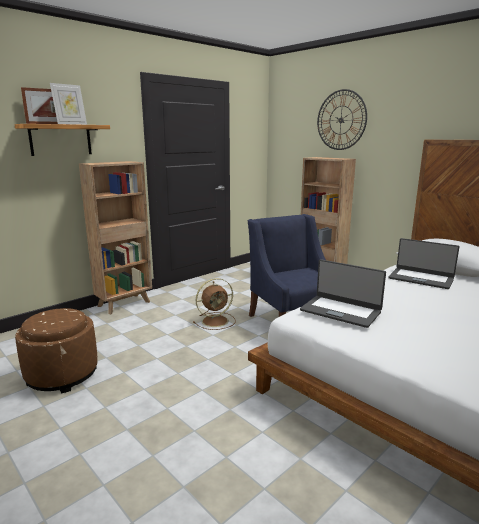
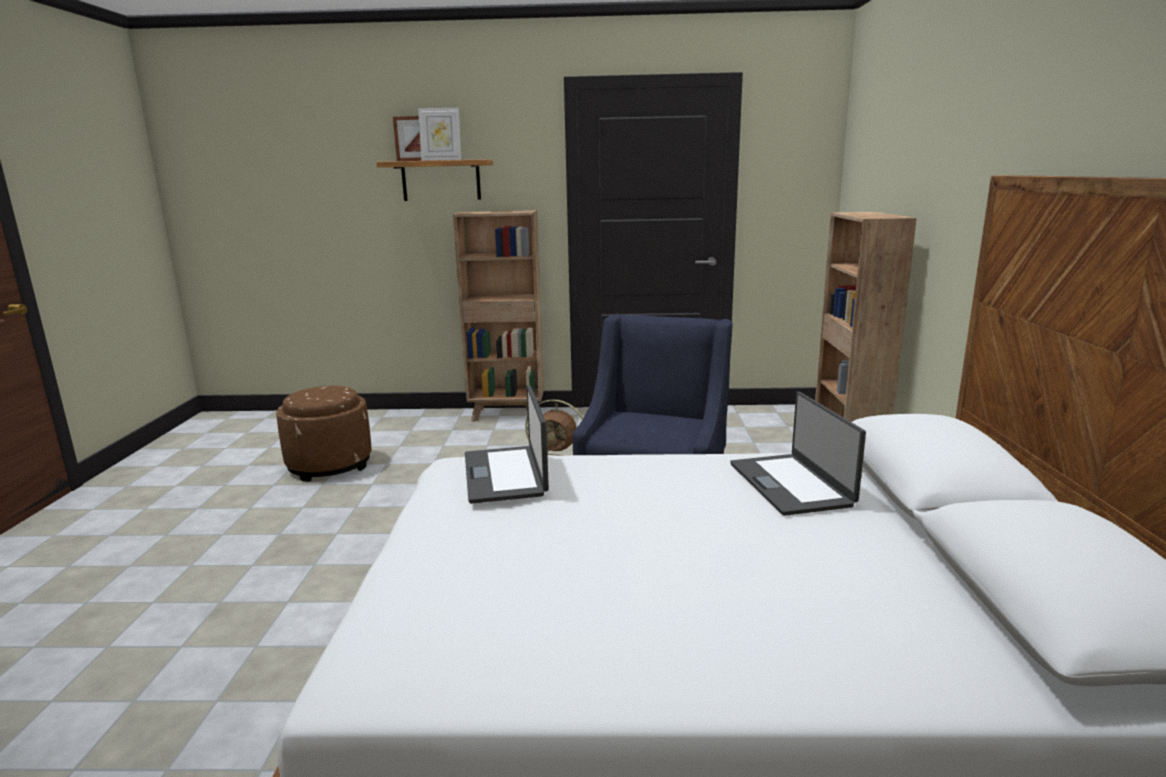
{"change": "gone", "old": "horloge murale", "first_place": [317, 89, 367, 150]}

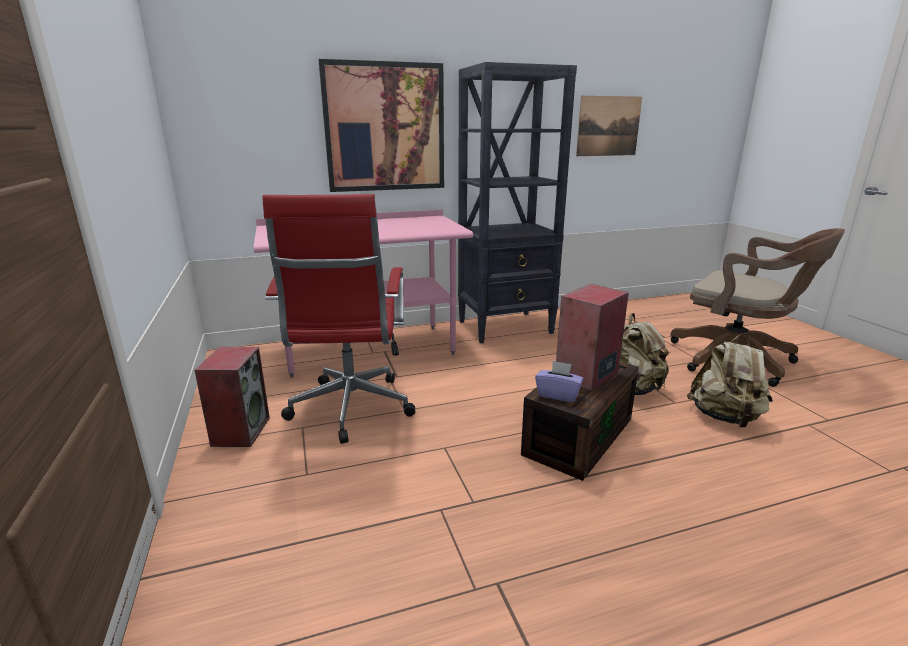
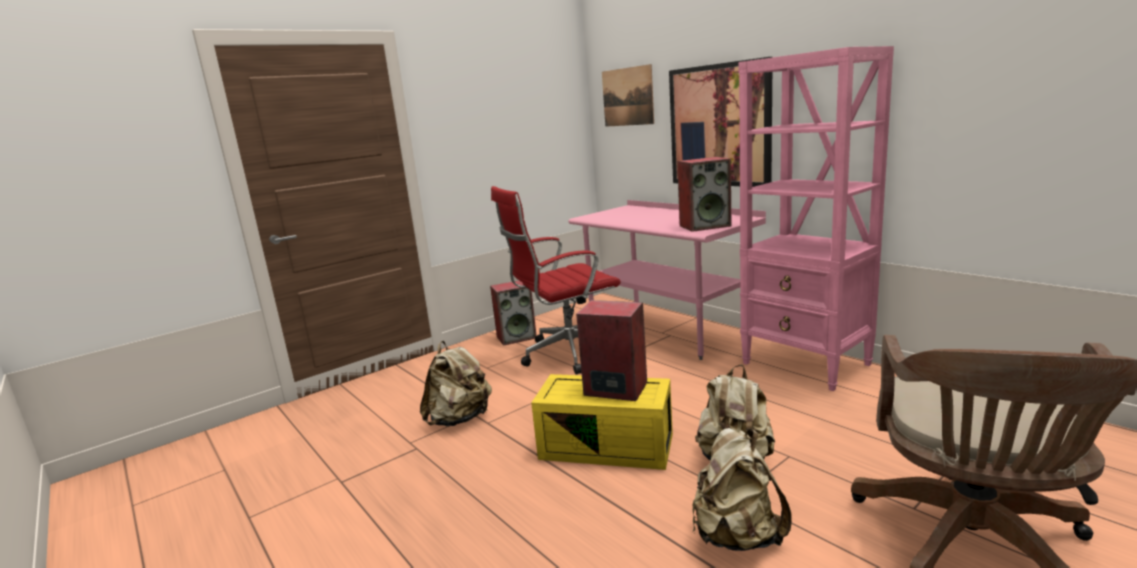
{"change": "repainted", "old": "bibliothèque/noir", "new": "bibliothèque/rose", "first_place": [458, 62, 577, 344], "second_place": [739, 46, 894, 391]}
{"change": "shifted", "old": "tableau", "first_place": [576, 96, 642, 156], "second_place": [602, 64, 654, 127]}
{"change": "gone", "old": "boîte à mouchoirs/violet", "first_place": [535, 361, 584, 402]}
{"change": "repainted", "old": "boîte de rangement/marron", "new": "boîte de rangement/jaune", "first_place": [521, 362, 639, 481], "second_place": [531, 374, 673, 470]}
{"change": "new", "new": "enceinte", "second_place": [677, 157, 731, 232]}
{"change": "new", "new": "sac à dos/beige", "second_place": [420, 341, 492, 426]}

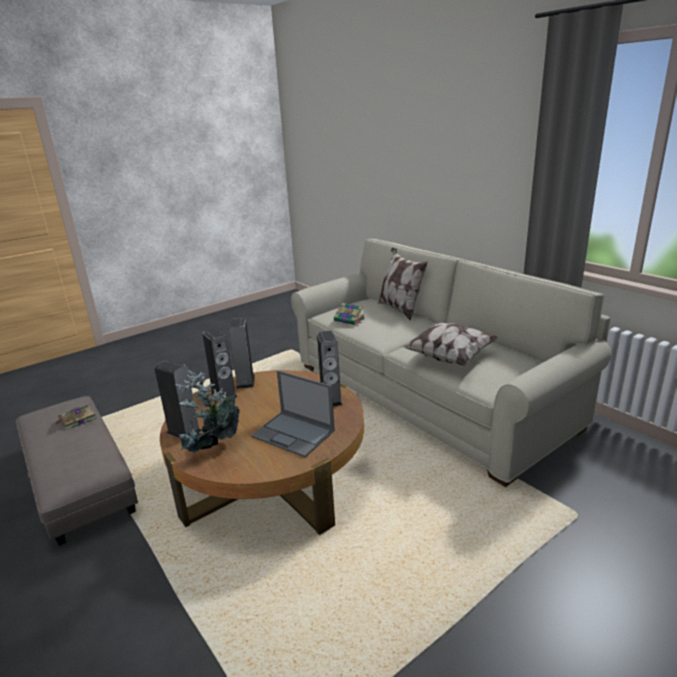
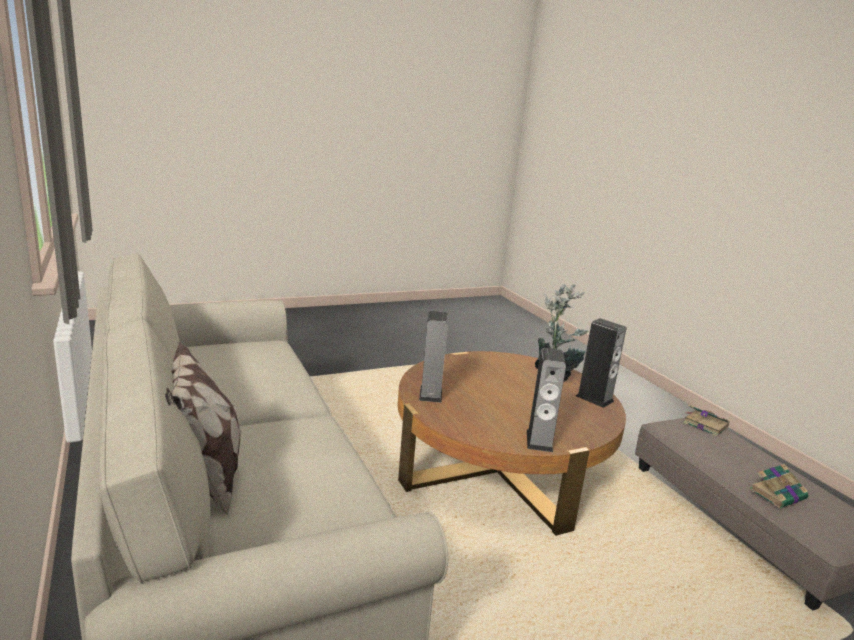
{"change": "shifted", "old": "livre", "first_place": [334, 303, 365, 325], "second_place": [683, 404, 730, 436]}
{"change": "gone", "old": "coussin", "first_place": [400, 322, 498, 366]}
{"change": "gone", "old": "enceinte", "first_place": [202, 328, 237, 398]}
{"change": "gone", "old": "ordinateur portable", "first_place": [251, 370, 335, 457]}

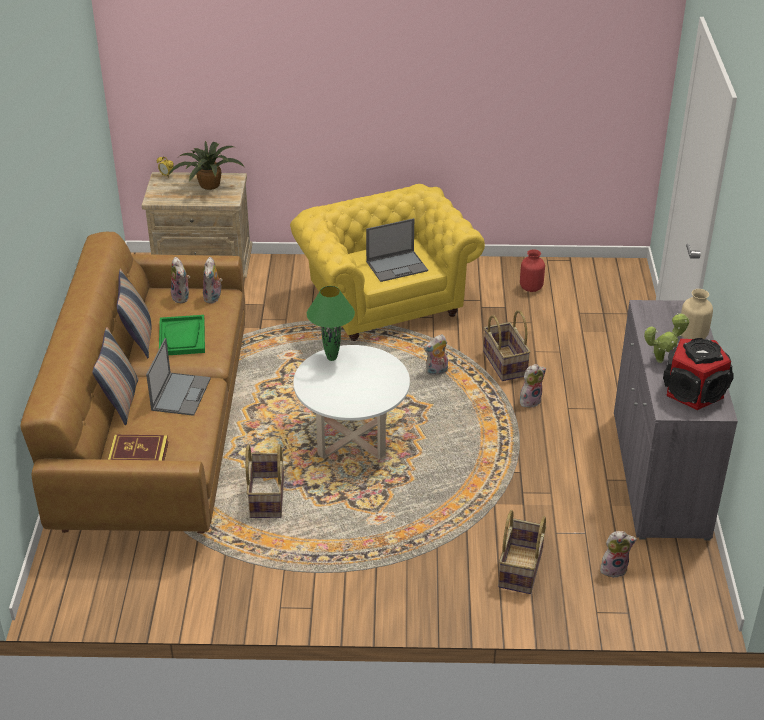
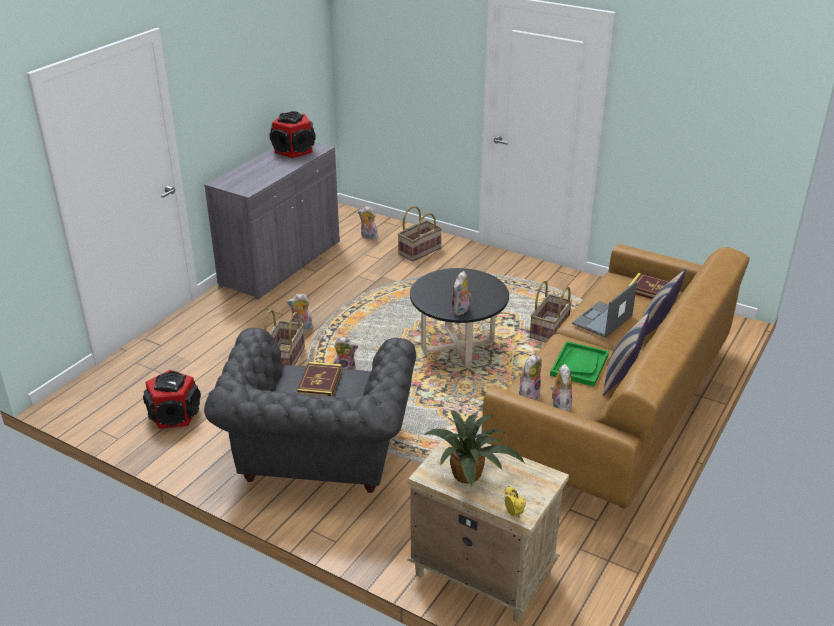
{"change": "repainted", "old": "fauteuil/jaune", "new": "fauteuil/gris", "first_place": [290, 184, 485, 341], "second_place": [204, 328, 416, 493]}
{"change": "swapped", "old": "ordinateur portable", "new": "livre", "first_place": [366, 218, 428, 282], "second_place": [297, 362, 342, 396]}
{"change": "swapped", "old": "vase/rouge", "new": "enceinte", "first_place": [520, 249, 545, 292], "second_place": [143, 370, 201, 429]}
{"change": "swapped", "old": "lampe de table/vert", "new": "peluche", "first_place": [307, 286, 355, 361], "second_place": [451, 271, 471, 316]}
{"change": "gone", "old": "vase/beige", "first_place": [681, 289, 713, 339]}
{"change": "gone", "old": "plante en pot", "first_place": [644, 313, 689, 363]}
{"change": "repainted", "old": "table basse/blanc", "new": "table basse/noir", "first_place": [293, 345, 410, 459], "second_place": [410, 268, 509, 367]}

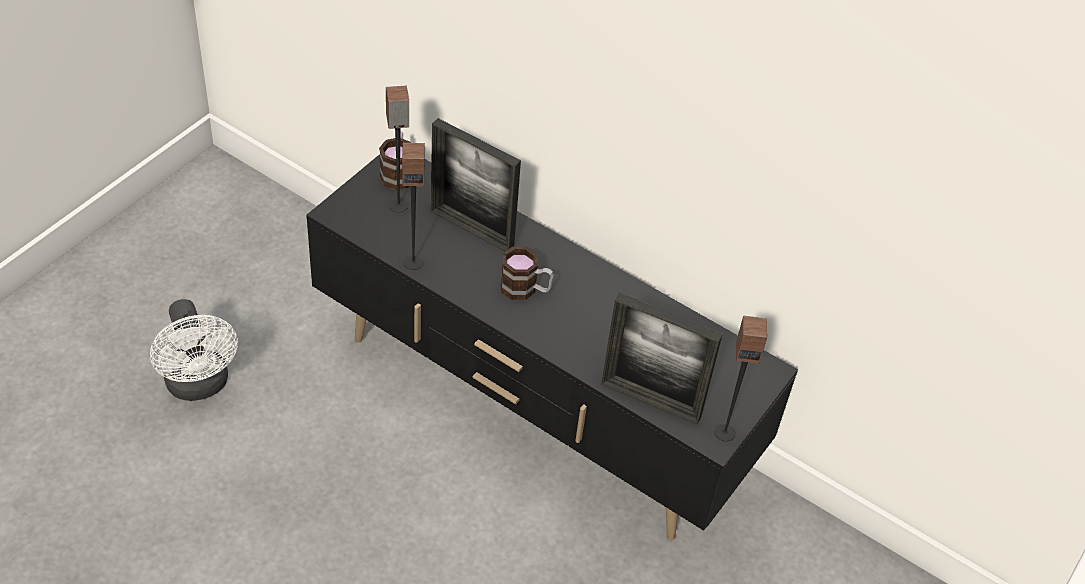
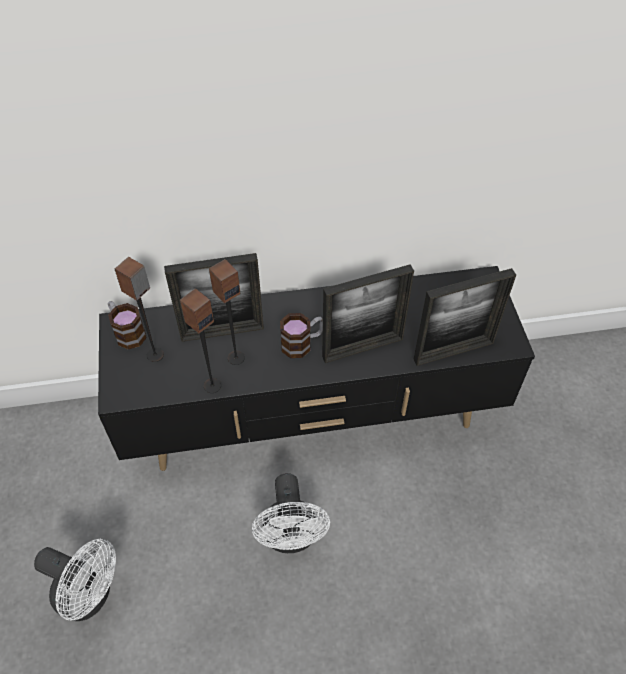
{"change": "shifted", "old": "enceinte", "first_place": [714, 315, 767, 441], "second_place": [209, 259, 245, 365]}
{"change": "new", "new": "cadre photo", "second_place": [322, 264, 414, 363]}
{"change": "new", "new": "ventilateur/blanc", "second_place": [252, 473, 330, 553]}

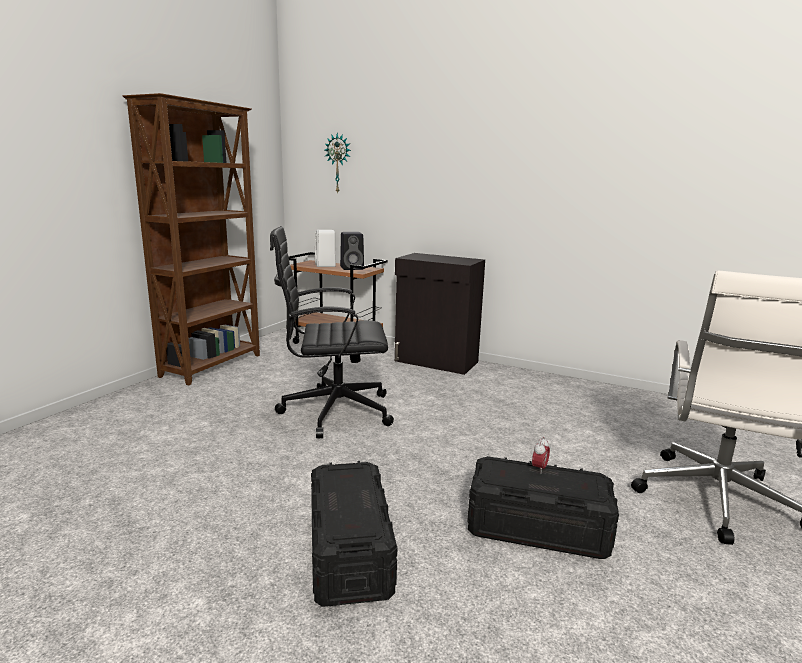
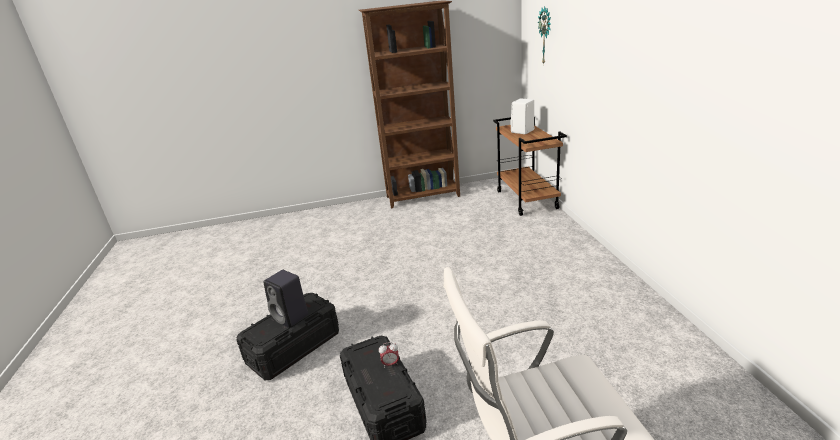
{"change": "gone", "old": "chaise de bureau/noir", "first_place": [270, 226, 394, 438]}
{"change": "shifted", "old": "enceinte/noir", "first_place": [340, 232, 364, 270], "second_place": [263, 270, 308, 328]}
{"change": "gone", "old": "meuble de rangement/noir", "first_place": [395, 253, 485, 375]}

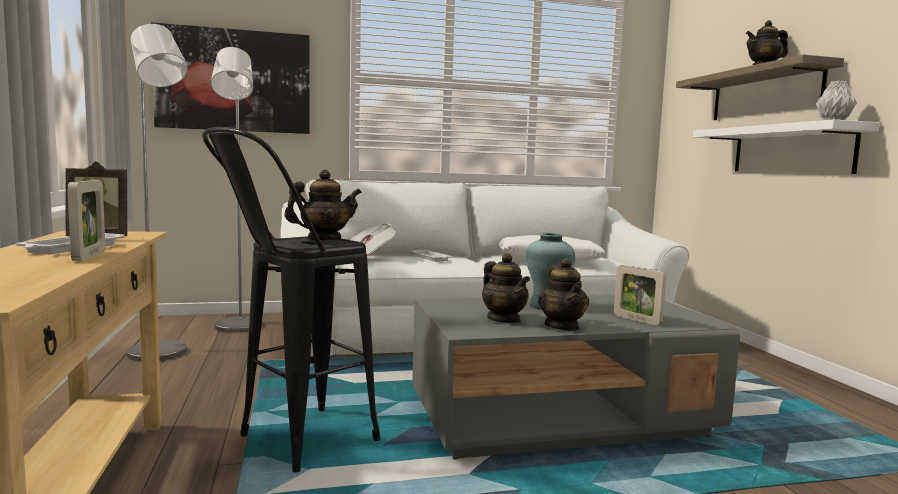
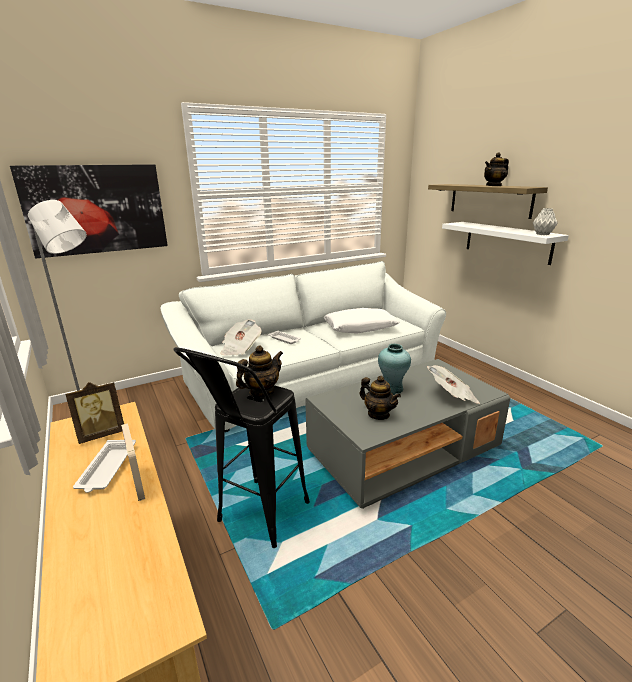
{"change": "gone", "old": "lampadaire/gris", "first_place": [211, 47, 263, 333]}
{"change": "gone", "old": "théière", "first_place": [538, 258, 589, 331]}
{"change": "swapped", "old": "cadre photo", "new": "journal", "first_place": [614, 265, 666, 325], "second_place": [427, 365, 480, 404]}

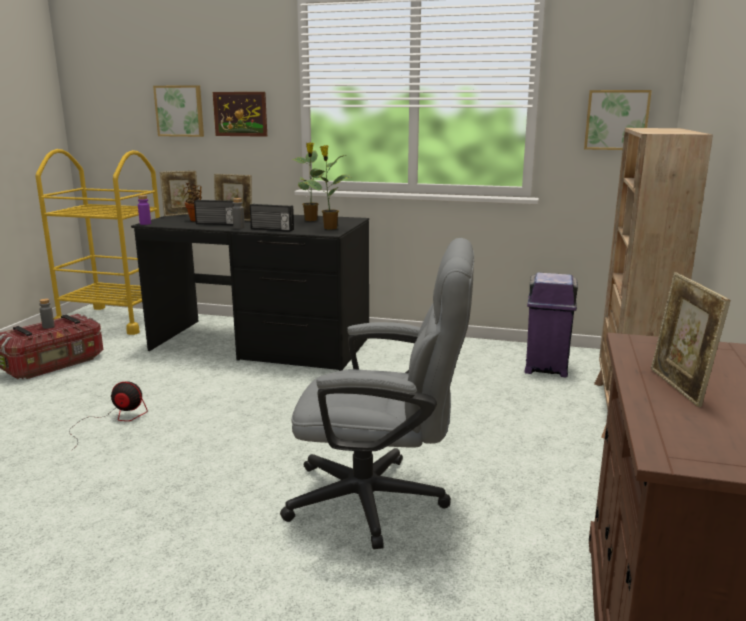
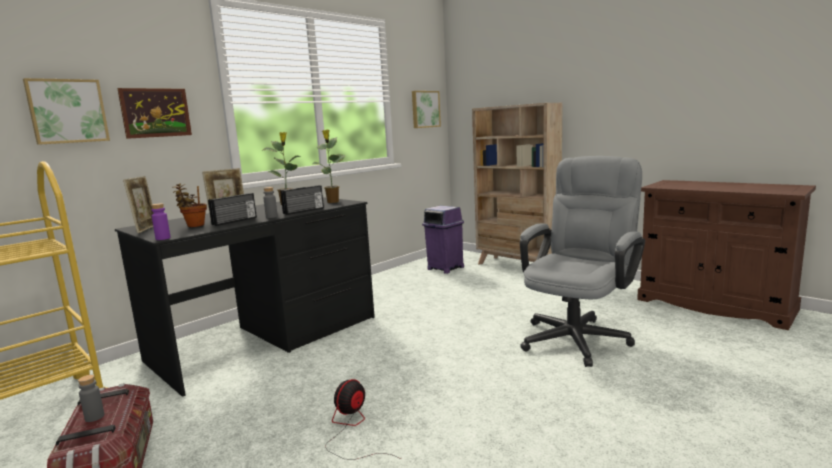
{"change": "gone", "old": "cadre photo", "first_place": [651, 272, 730, 407]}

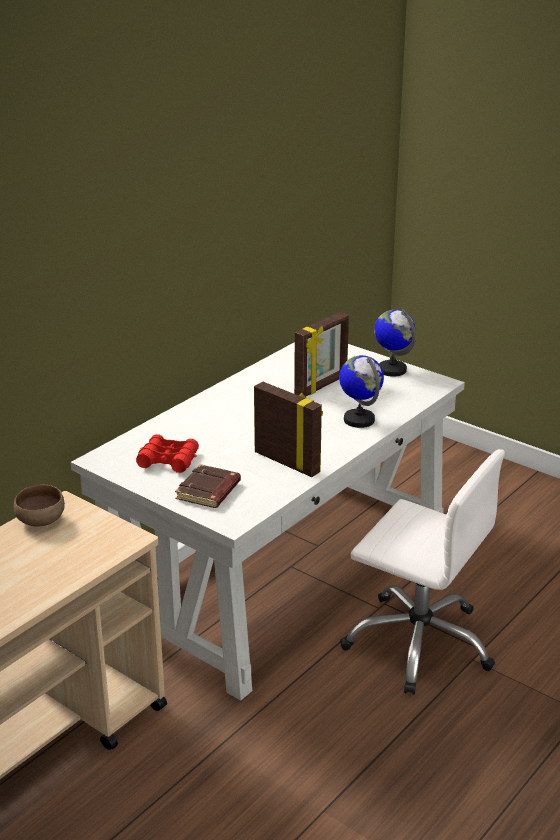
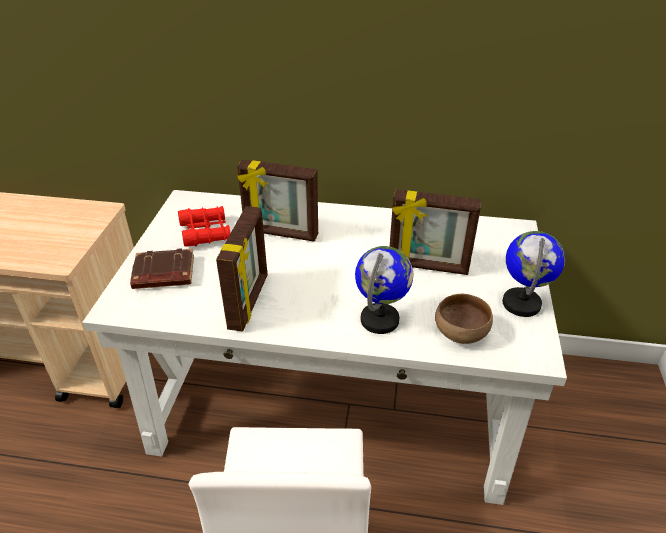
{"change": "shifted", "old": "bol/marron", "first_place": [14, 485, 65, 527], "second_place": [435, 294, 493, 344]}
{"change": "new", "new": "cadre photo", "second_place": [237, 159, 318, 242]}

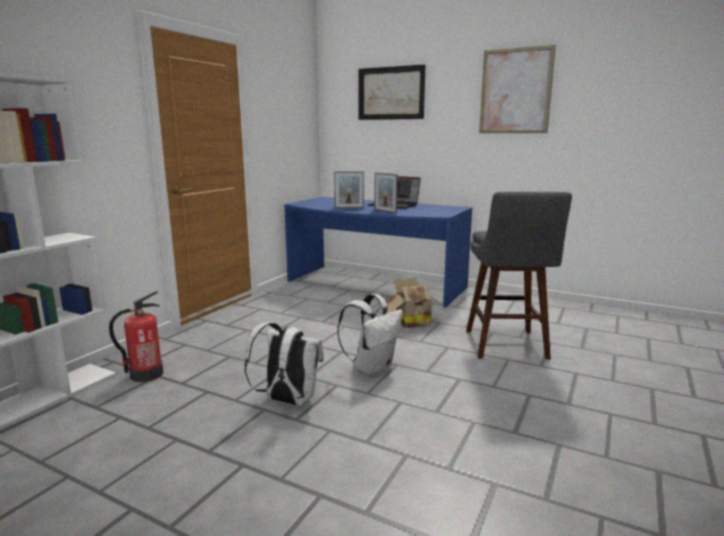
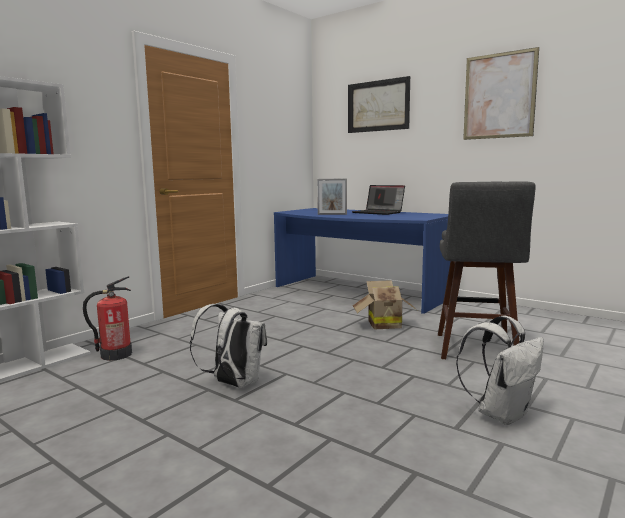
{"change": "gone", "old": "cadre photo", "first_place": [374, 172, 398, 214]}
{"change": "shifted", "old": "sac à dos/blanc", "first_place": [337, 294, 403, 377], "second_place": [456, 316, 544, 425]}

